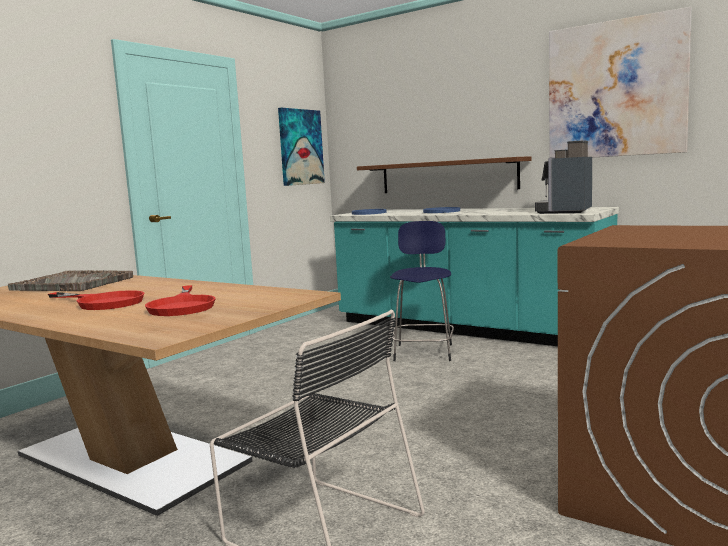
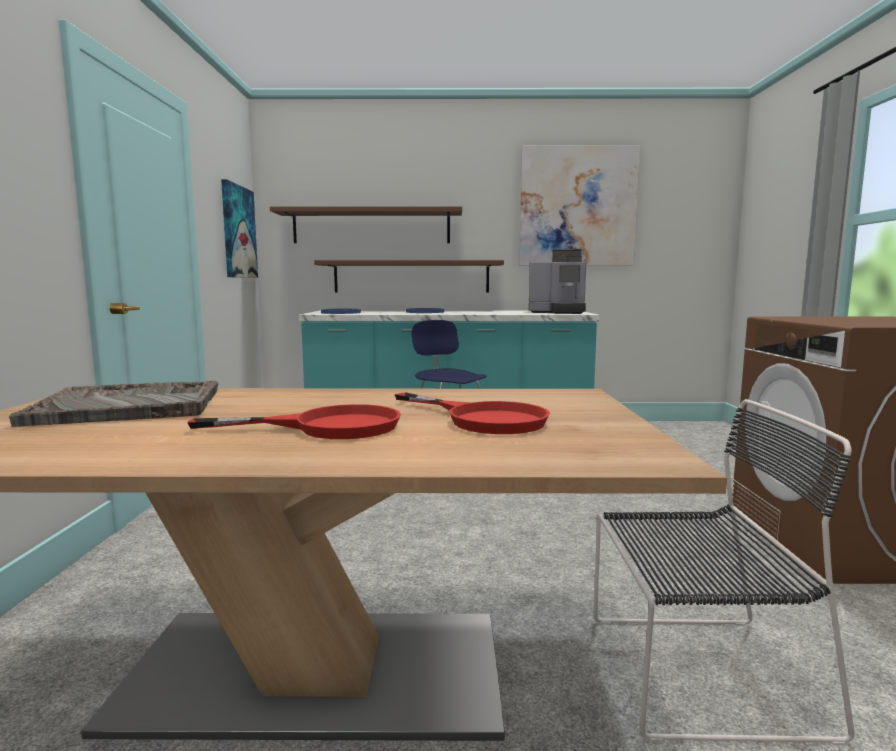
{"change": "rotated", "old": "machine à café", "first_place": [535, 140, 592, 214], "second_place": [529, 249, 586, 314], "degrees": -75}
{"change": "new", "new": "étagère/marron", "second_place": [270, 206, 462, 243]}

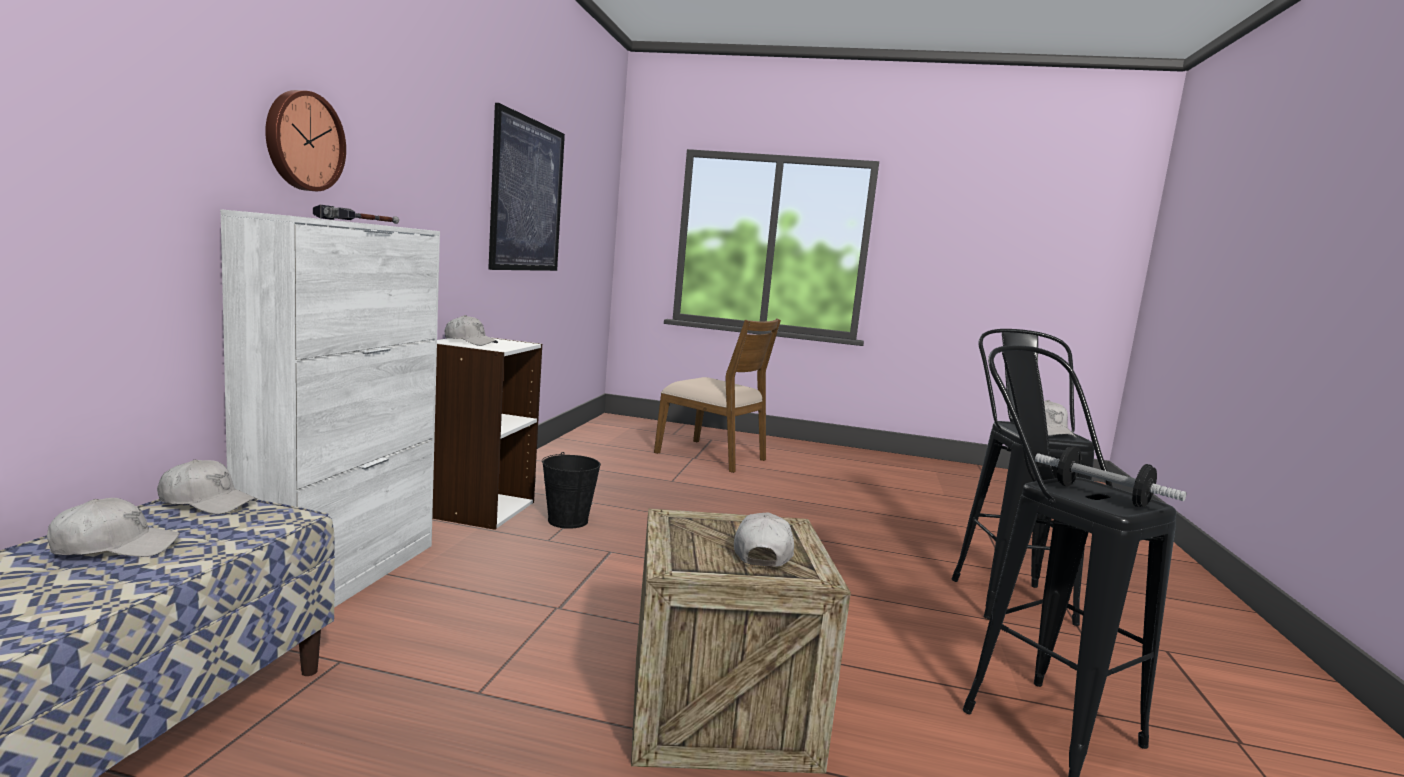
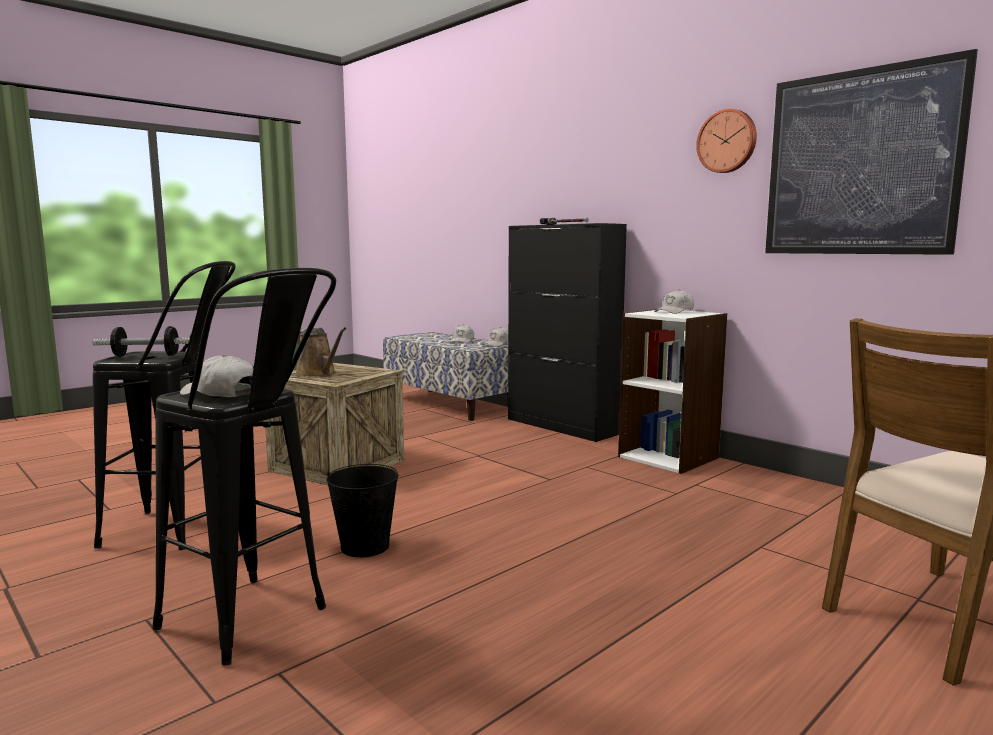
{"change": "shifted", "old": "horloge murale", "first_place": [265, 90, 346, 191], "second_place": [696, 109, 757, 173]}
{"change": "repainted", "old": "meuble de rangement/blanc", "new": "meuble de rangement/noir", "first_place": [220, 209, 440, 607], "second_place": [508, 223, 627, 442]}
{"change": "shifted", "old": "seau/noir", "first_place": [542, 452, 601, 529], "second_place": [327, 464, 399, 557]}
{"change": "swapped", "old": "casquette/blanc", "new": "arrosoir/marron", "first_place": [734, 513, 794, 567], "second_place": [295, 327, 347, 377]}

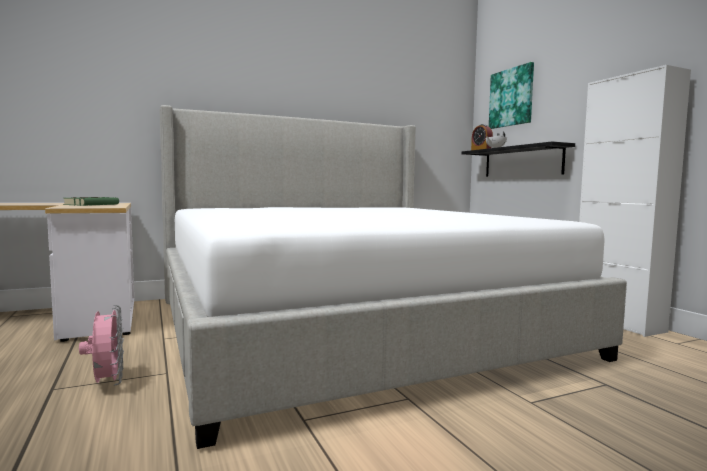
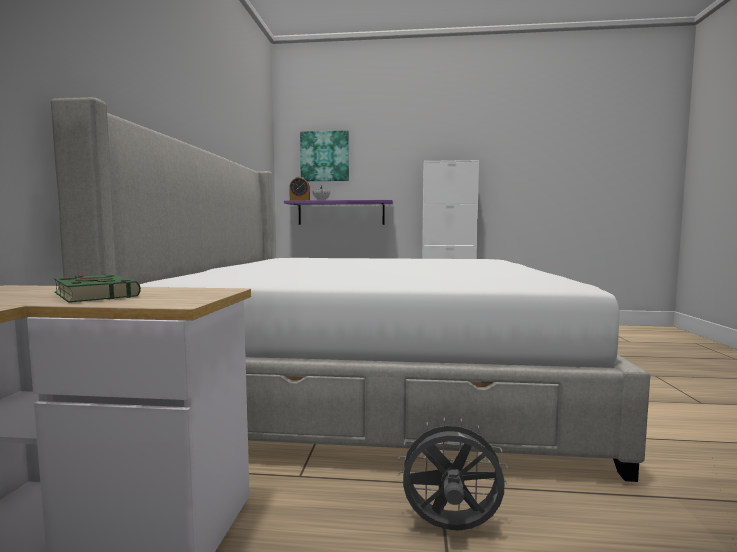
{"change": "repainted", "old": "étagère/noir", "new": "étagère/violet", "first_place": [462, 141, 575, 177], "second_place": [284, 200, 393, 225]}
{"change": "repainted", "old": "ventilateur/rose", "new": "ventilateur/gris", "first_place": [79, 305, 124, 385], "second_place": [398, 418, 508, 531]}

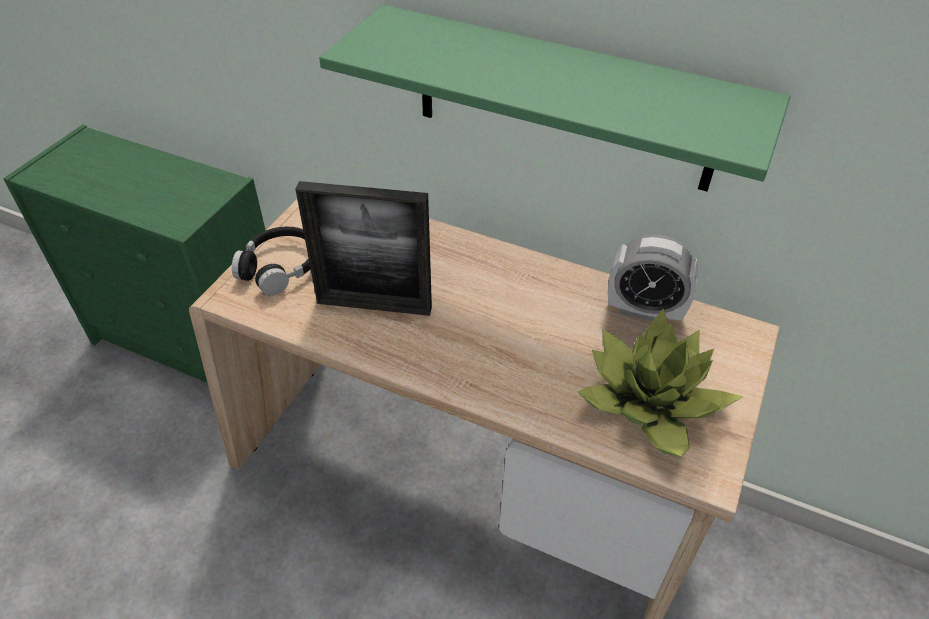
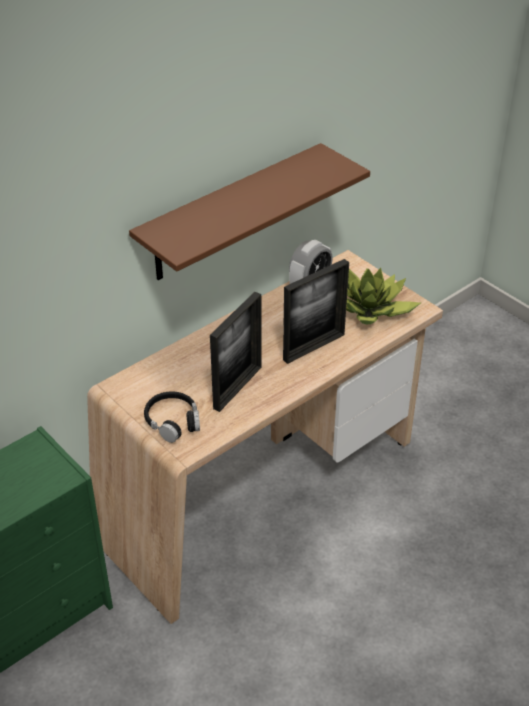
{"change": "repainted", "old": "étagère/vert", "new": "étagère/marron", "first_place": [319, 5, 790, 191], "second_place": [129, 143, 370, 280]}
{"change": "new", "new": "cadre photo", "second_place": [283, 259, 349, 364]}

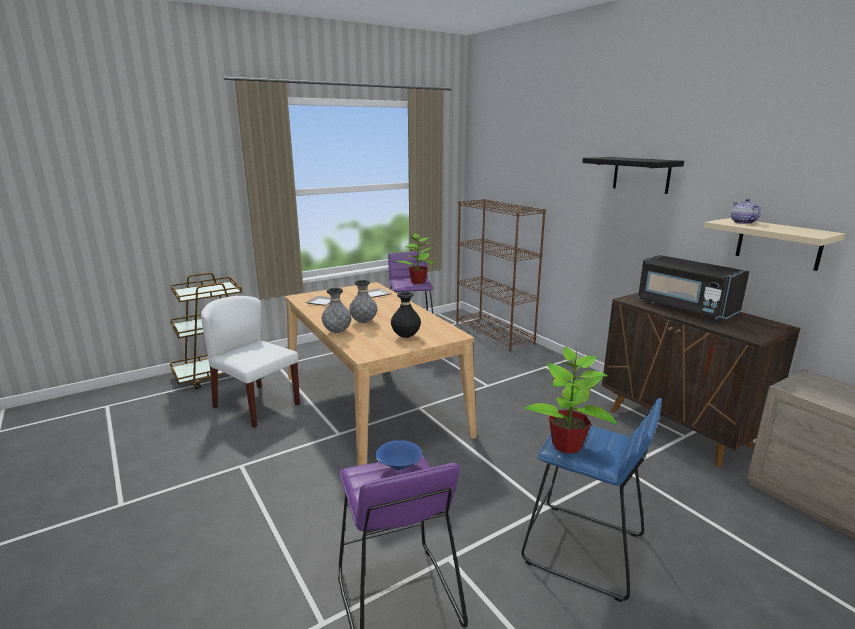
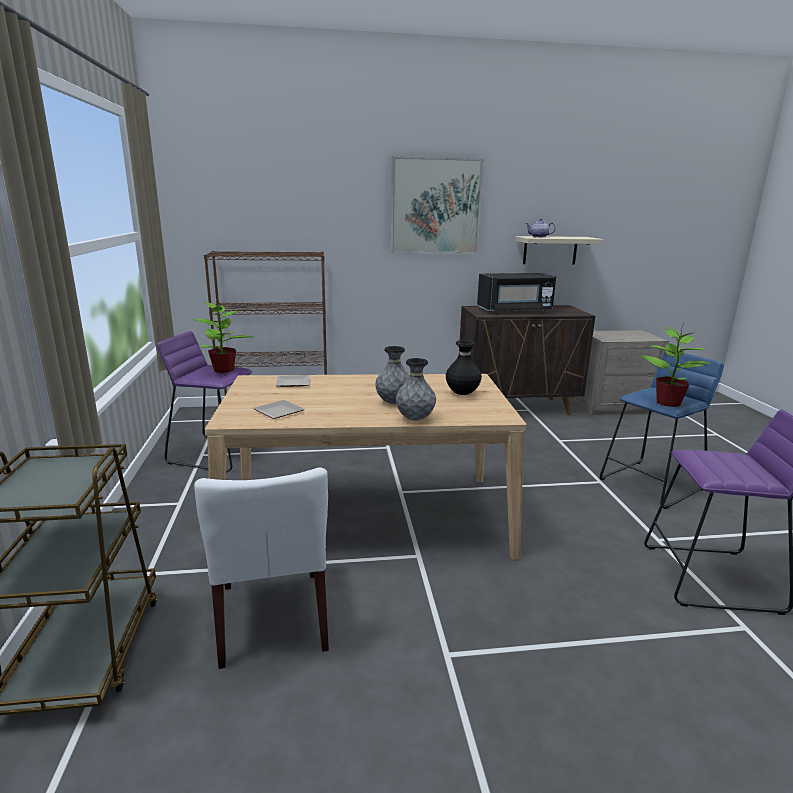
{"change": "swapped", "old": "étagère/noir", "new": "tableau", "first_place": [582, 157, 684, 194], "second_place": [390, 156, 484, 254]}
{"change": "rotated", "old": "chaise/blanc", "first_place": [201, 296, 300, 428], "second_place": [194, 468, 329, 669], "degrees": -75}
{"change": "gone", "old": "bol/bleu", "first_place": [376, 440, 422, 470]}

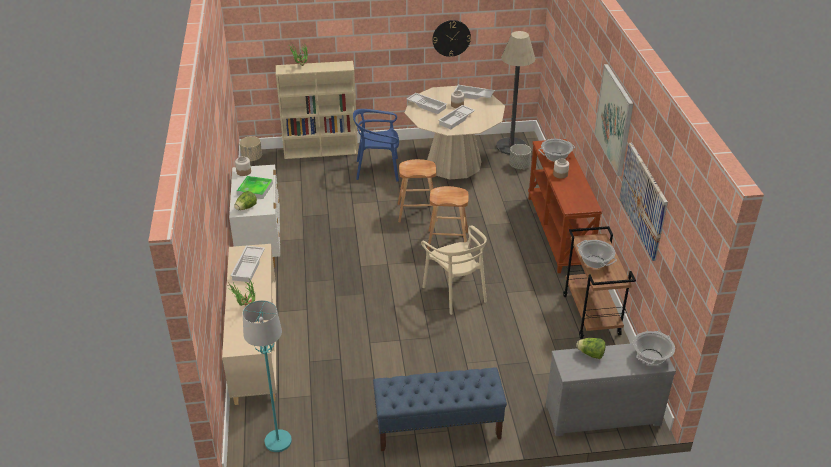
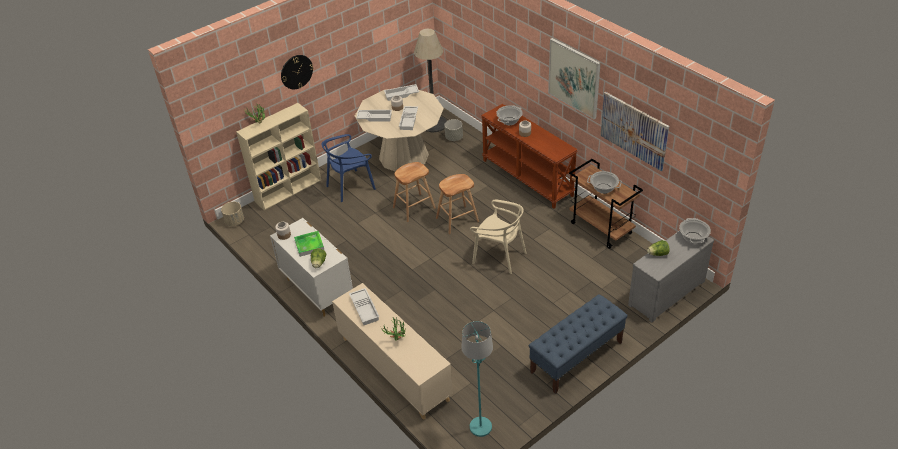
{"change": "shifted", "old": "horloge murale", "first_place": [432, 20, 471, 57], "second_place": [281, 55, 313, 89]}

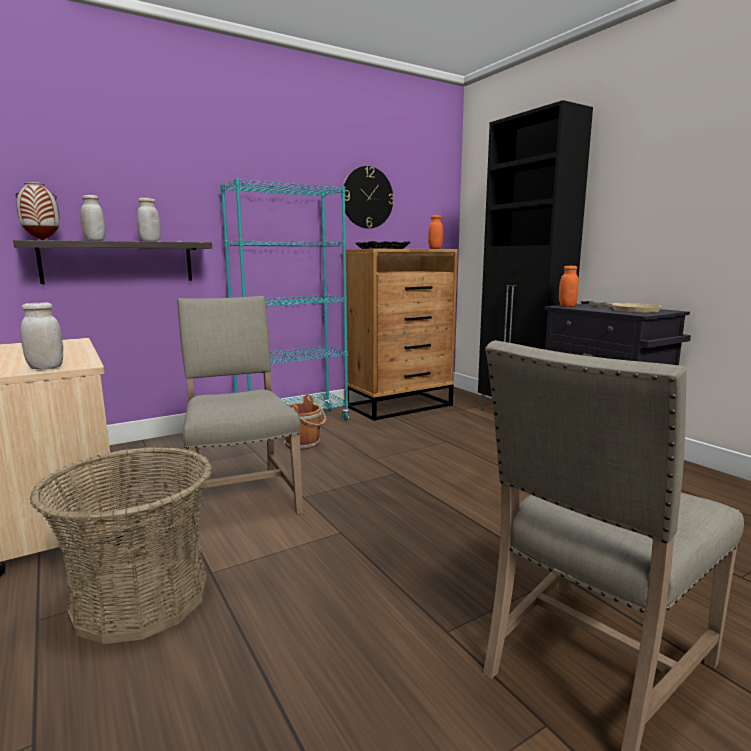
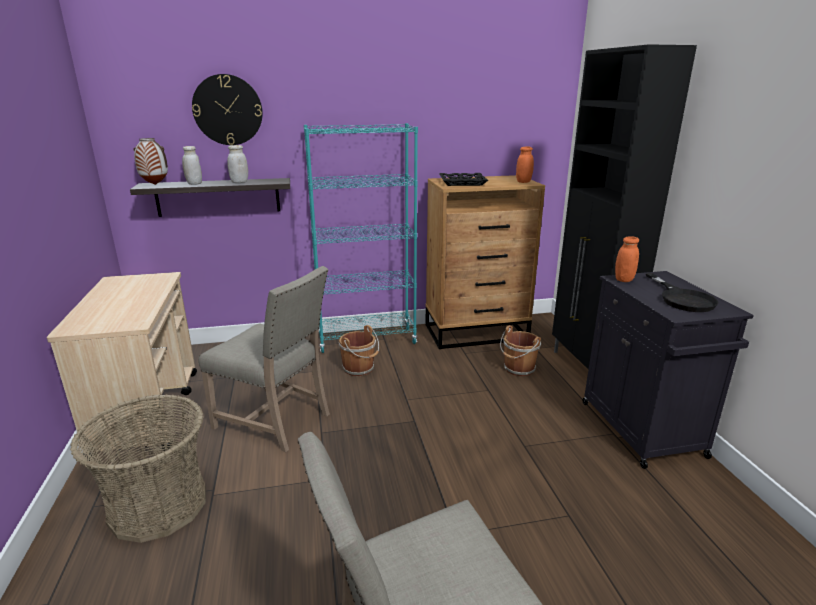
{"change": "shifted", "old": "horloge murale", "first_place": [341, 166, 394, 229], "second_place": [192, 74, 263, 145]}
{"change": "rotated", "old": "chaise/beige", "first_place": [177, 296, 303, 533], "second_place": [198, 266, 330, 452], "degrees": 120}
{"change": "repainted", "old": "poêle/beige", "new": "poêle/noir", "first_place": [581, 301, 662, 313], "second_place": [646, 273, 719, 312]}
{"change": "gone", "old": "bocal/blanc", "first_place": [21, 302, 63, 369]}
{"change": "new", "new": "seau/marron", "second_place": [500, 325, 541, 376]}

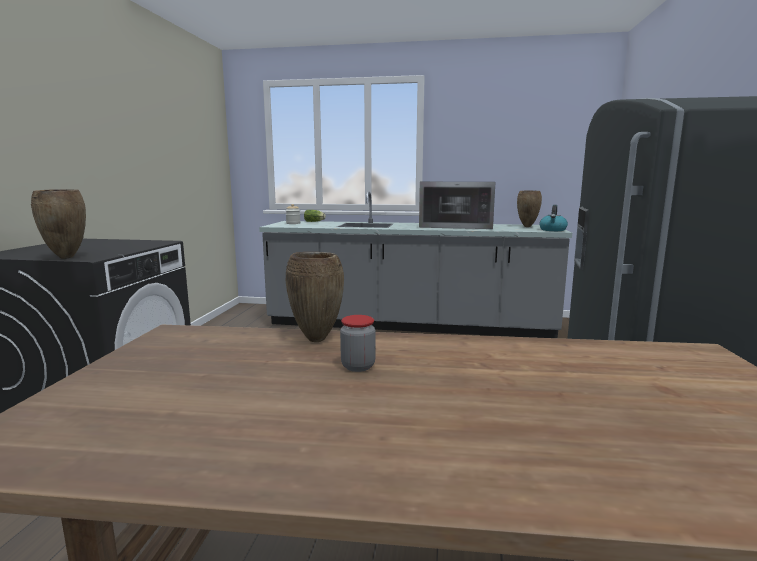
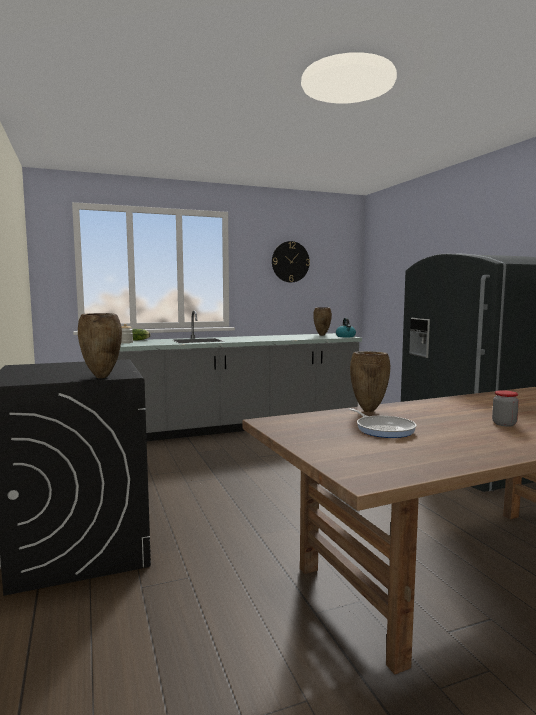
{"change": "gone", "old": "micro-ondes", "first_place": [419, 182, 495, 229]}
{"change": "shifted", "old": "bocal", "first_place": [340, 315, 376, 372], "second_place": [492, 390, 519, 427]}
{"change": "new", "new": "horloge murale", "second_place": [272, 241, 310, 282]}
{"change": "new", "new": "poêle", "second_place": [349, 408, 416, 438]}

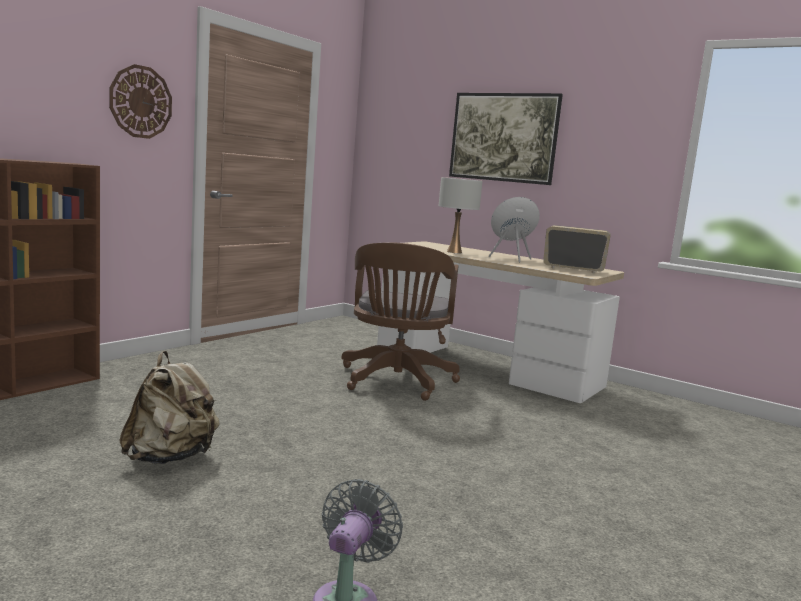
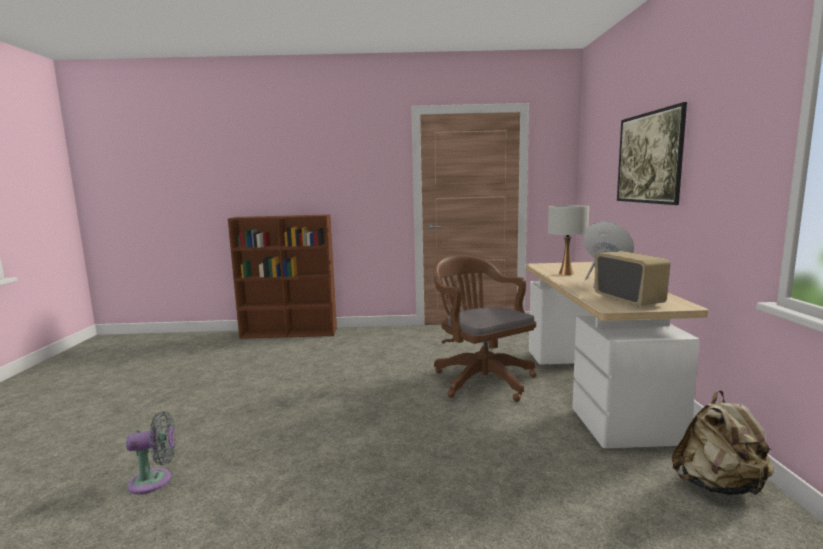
{"change": "gone", "old": "horloge murale", "first_place": [109, 64, 172, 139]}
{"change": "rotated", "old": "chaise de bureau/marron", "first_place": [341, 242, 460, 401], "second_place": [433, 254, 537, 402], "degrees": 90}
{"change": "shifted", "old": "sac à dos/beige", "first_place": [119, 351, 220, 464], "second_place": [671, 390, 774, 496]}

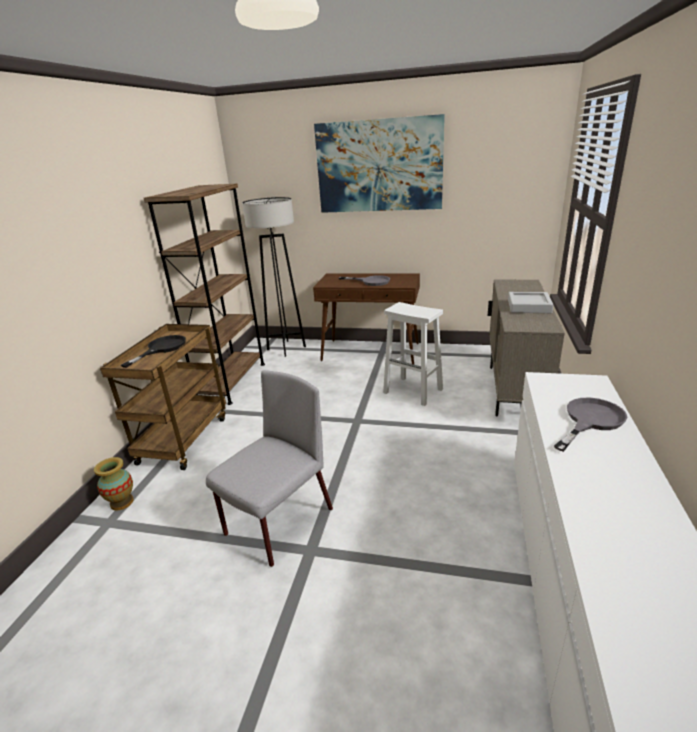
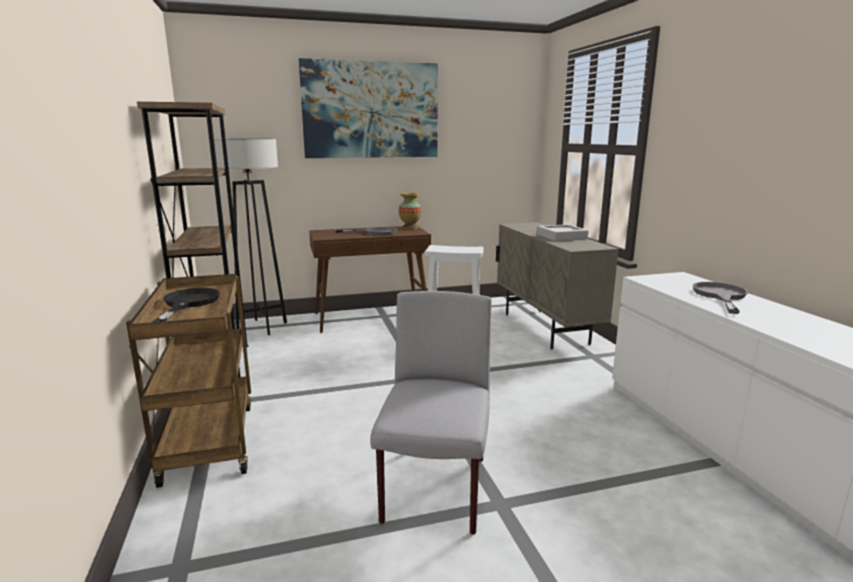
{"change": "shifted", "old": "vase", "first_place": [94, 457, 134, 511], "second_place": [399, 193, 422, 230]}

